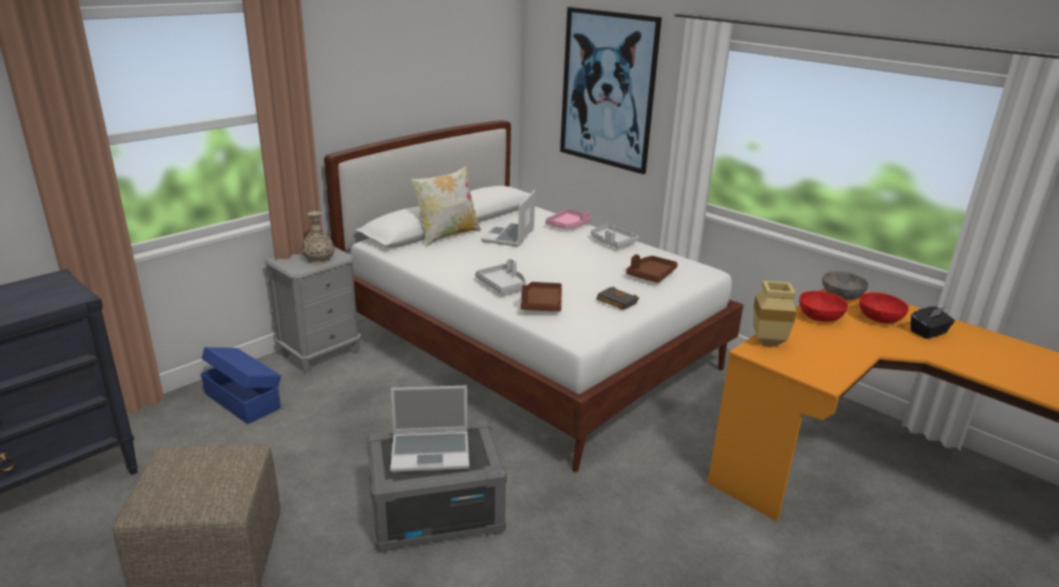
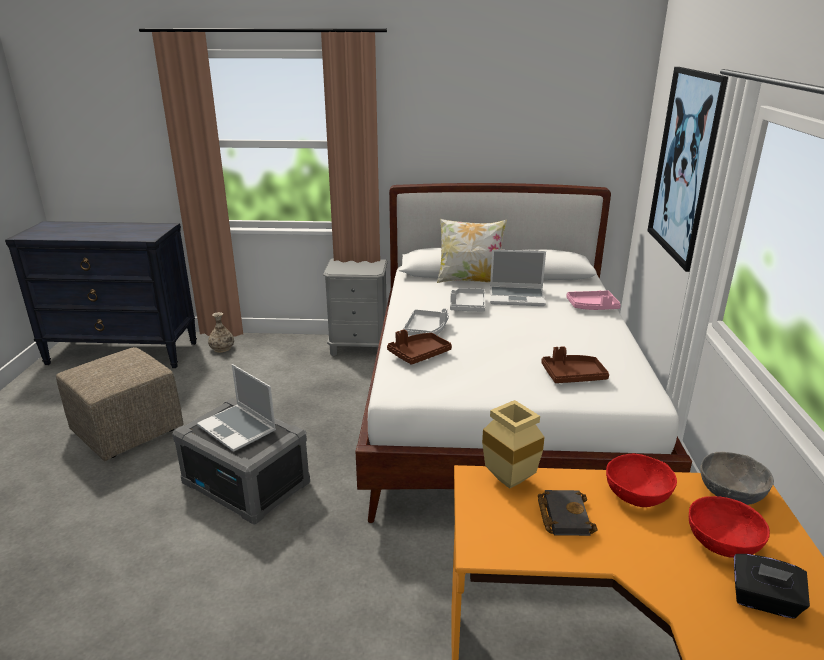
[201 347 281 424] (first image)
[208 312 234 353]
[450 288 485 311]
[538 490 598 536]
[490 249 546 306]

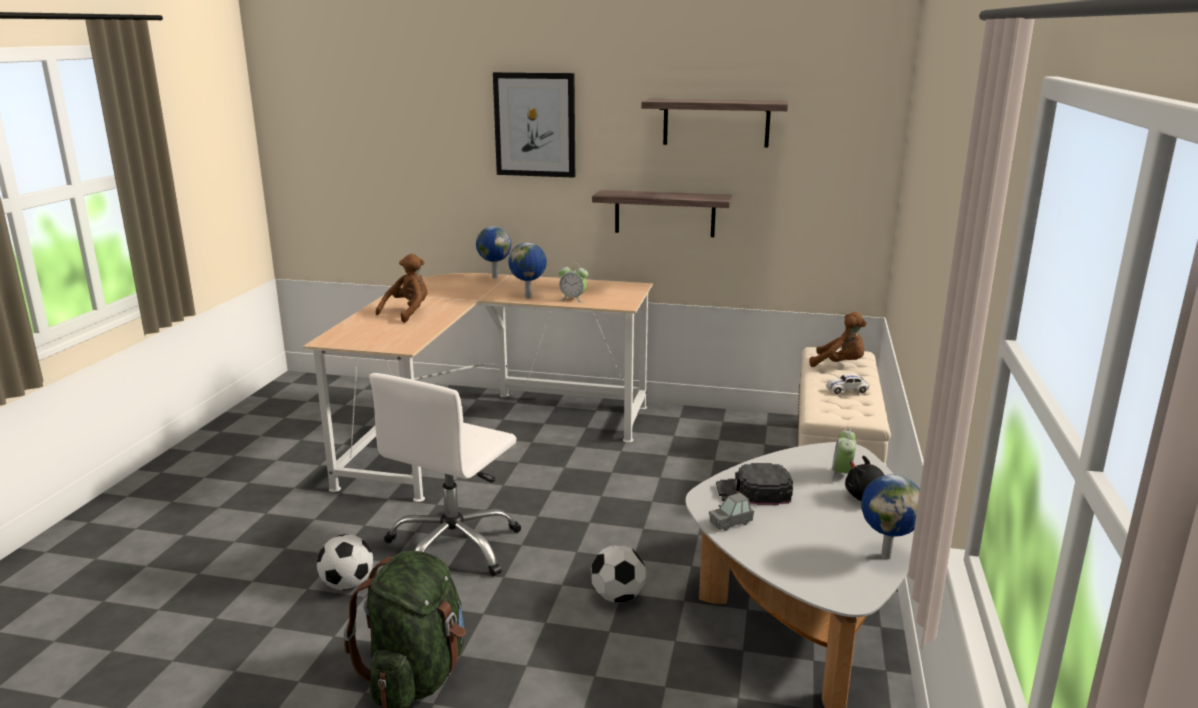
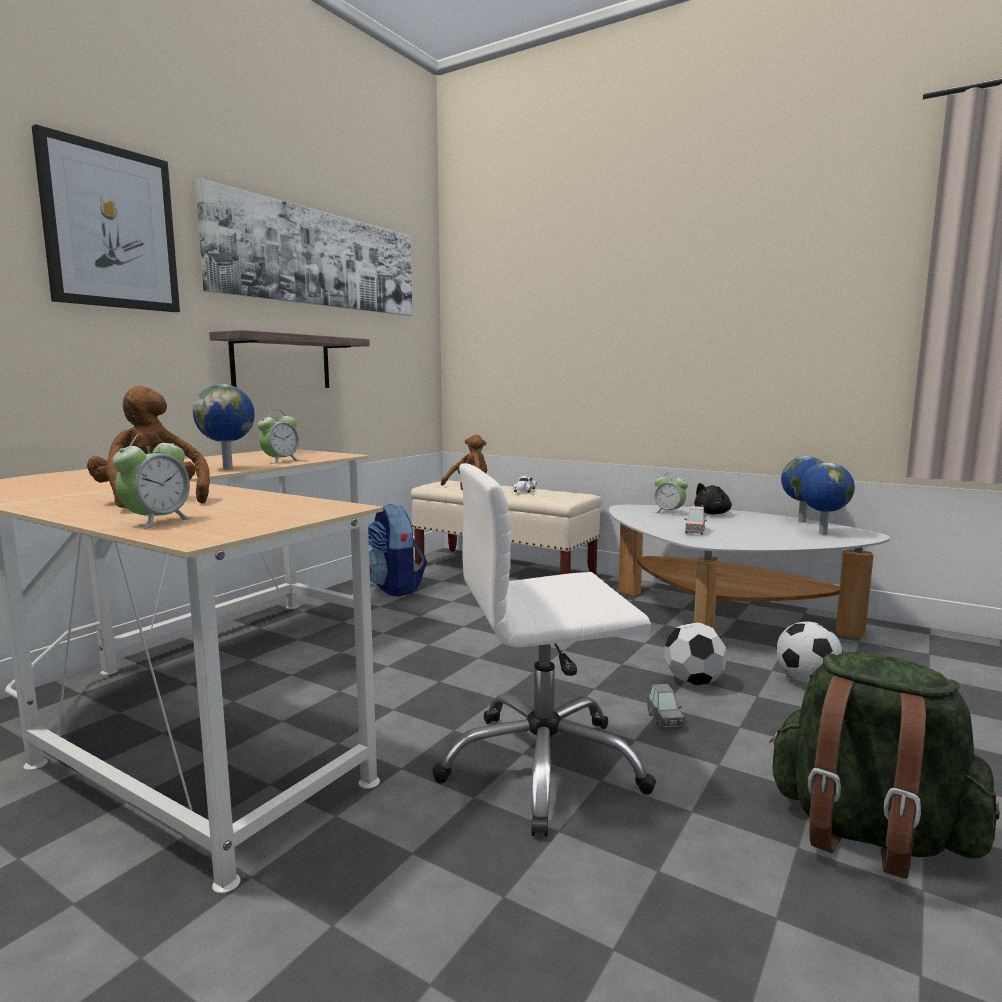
[112 433 194 529]
[368 504 427 597]
[776 622 843 684]
[800 463 855 535]
[647 684 684 730]
[195 178 412 316]
[684 506 707 535]
[432 463 656 837]

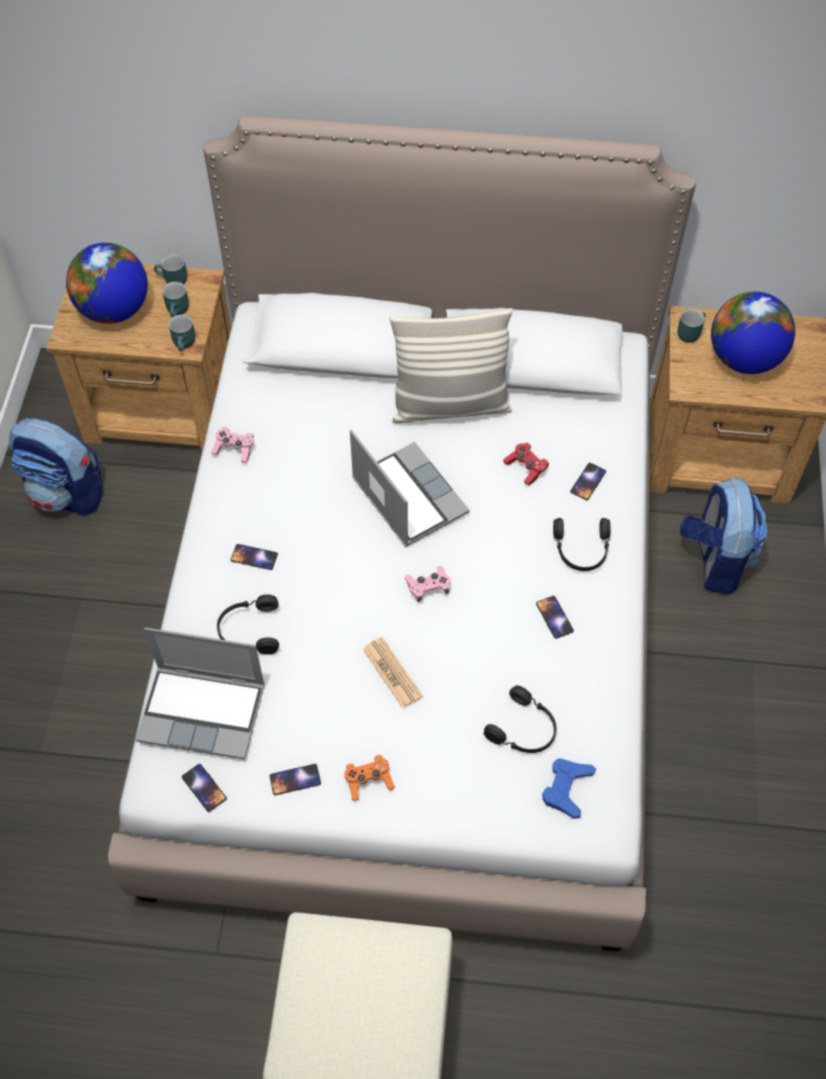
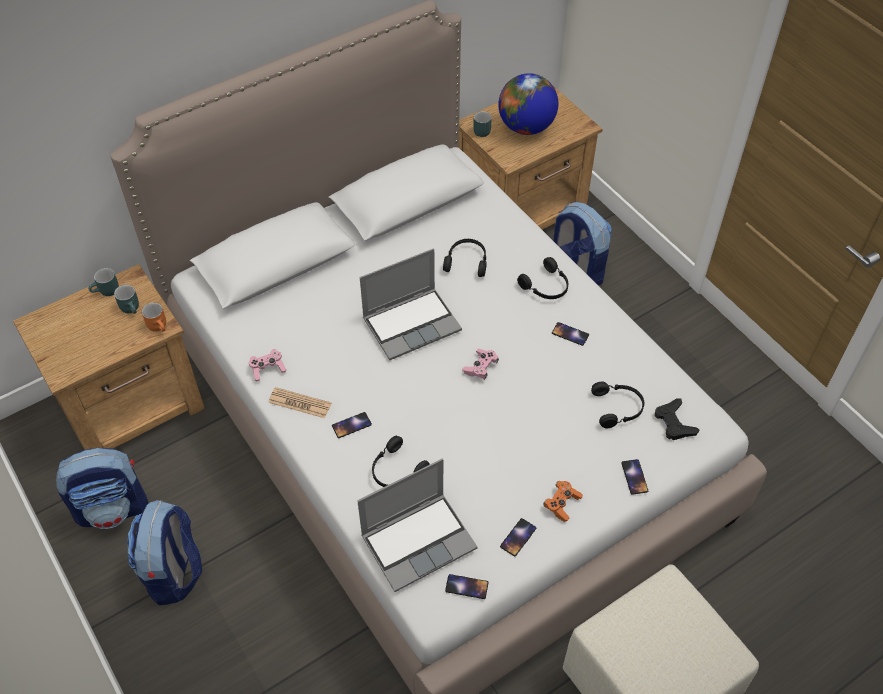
[66 243 148 324] (first image)
[390 308 513 424] (first image)
[127 500 202 605]
[268 387 331 418]
[621 459 648 495]
[443 239 487 277]
[142 303 166 332]
[655 398 699 440]
[360 249 462 360]

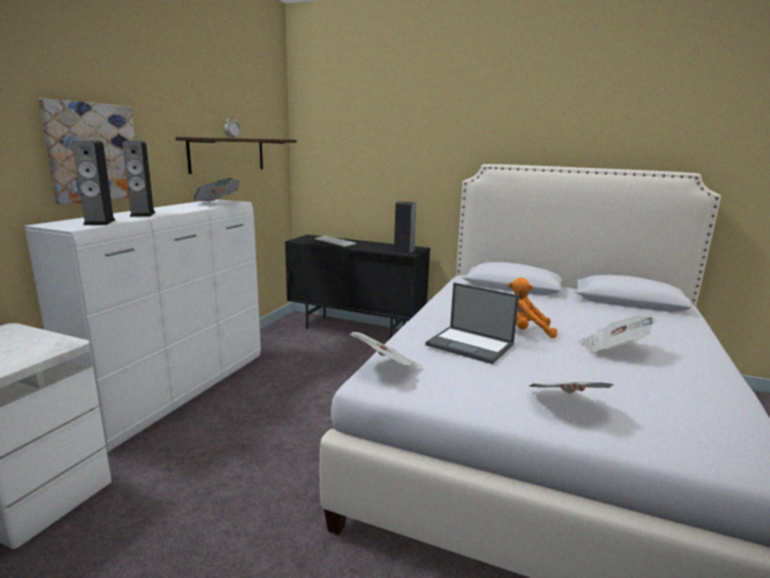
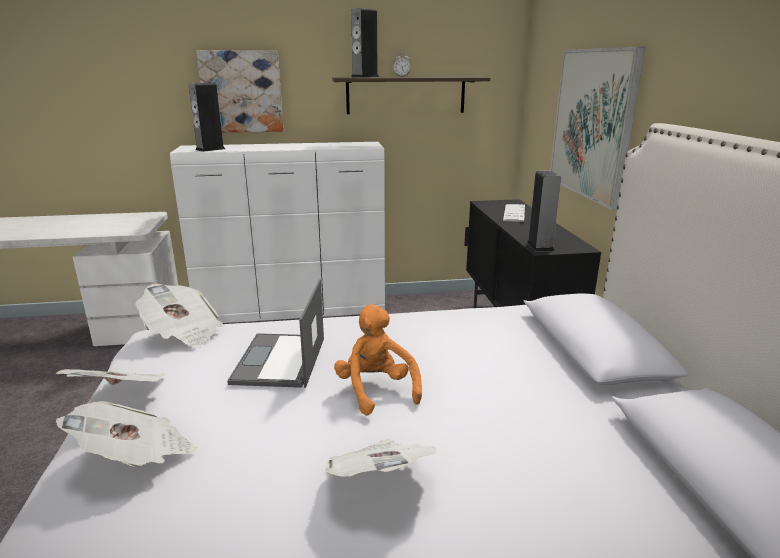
[550 47 645 210]
[351 8 379 78]
[56 369 166 385]

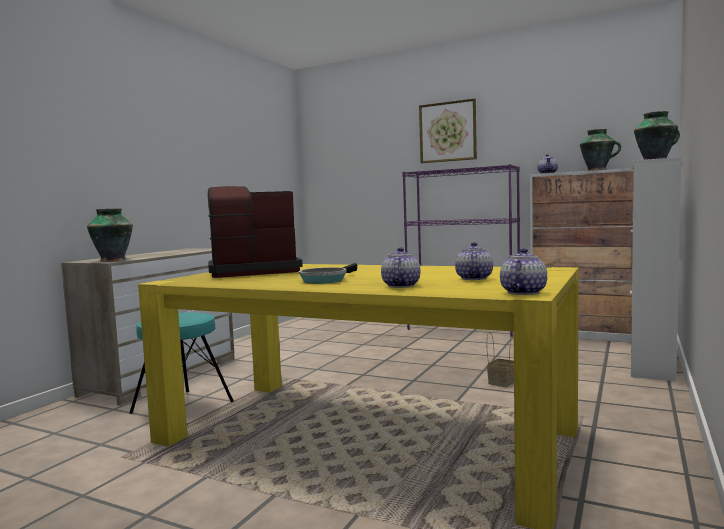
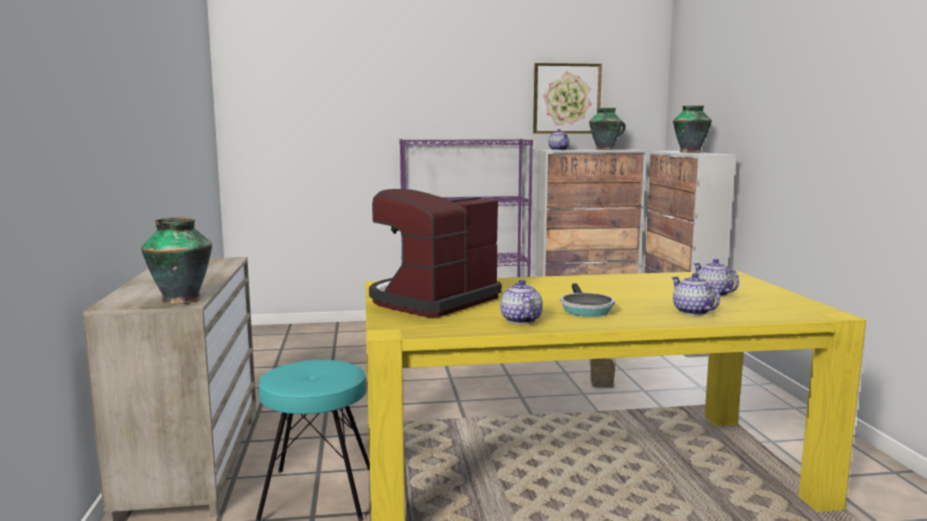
[533 63 602 134]
[500 280 543 324]

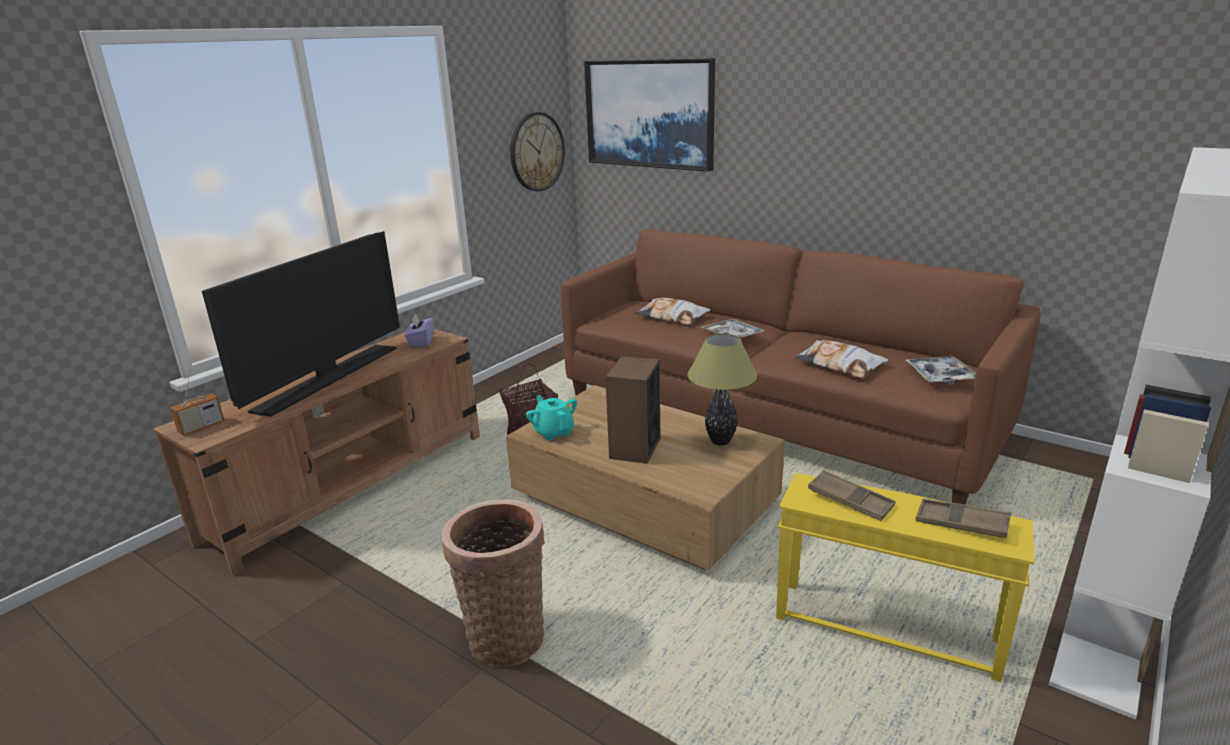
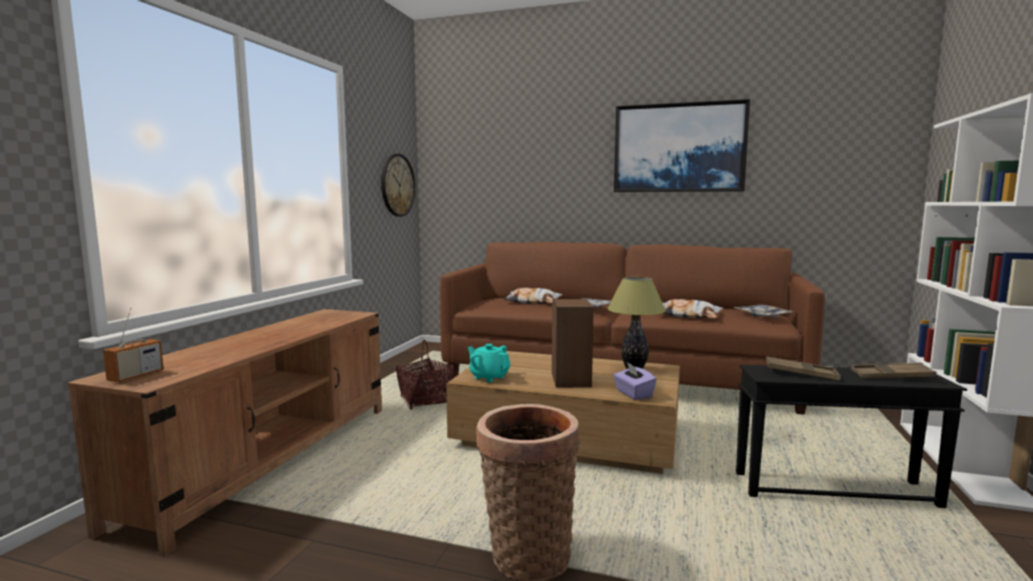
[202 231 400 417] (first image)
[613 362 656 400]
[614 99 750 192]
[736 365 967 508]

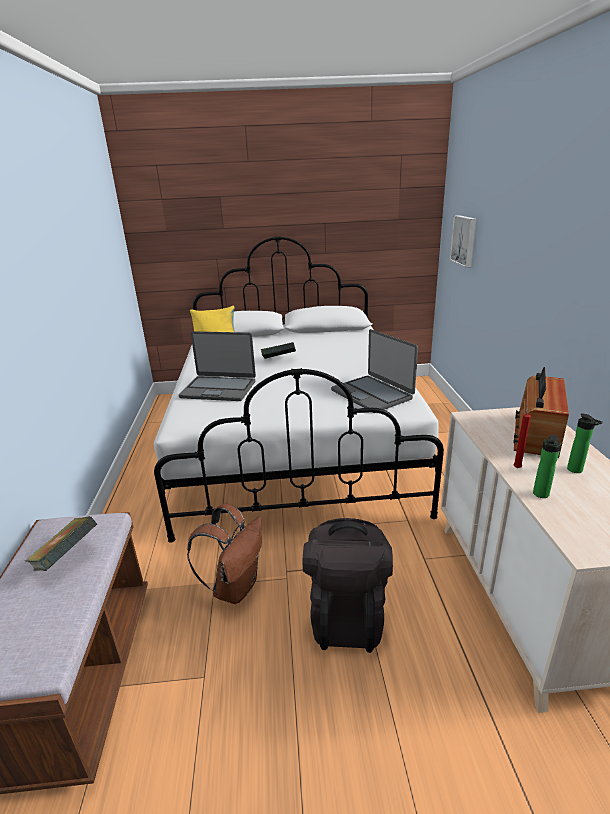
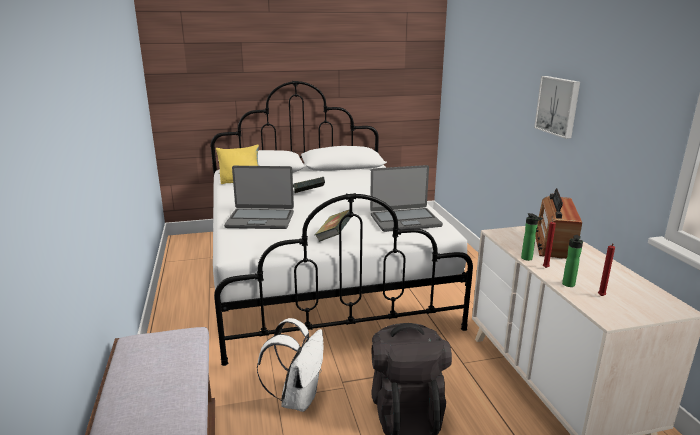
[598 243 615 296]
[315 209 353 242]
[534 76 580 139]
[521 213 543 261]
[257 318 323 412]
[370 165 443 232]

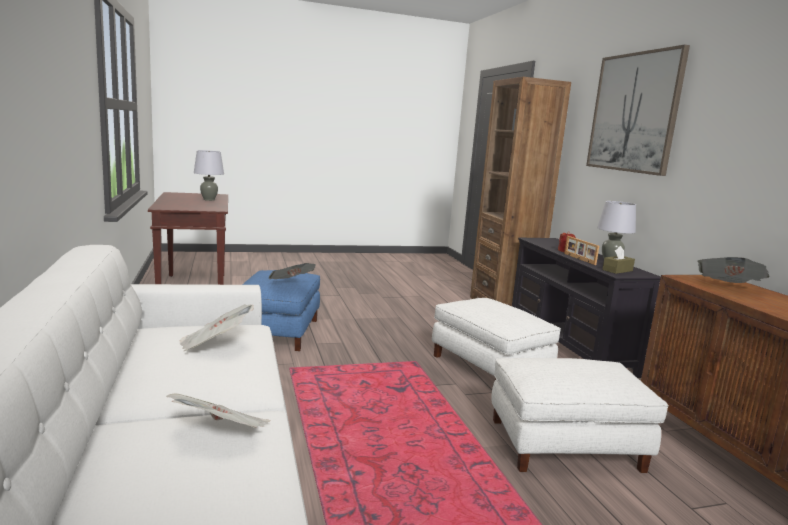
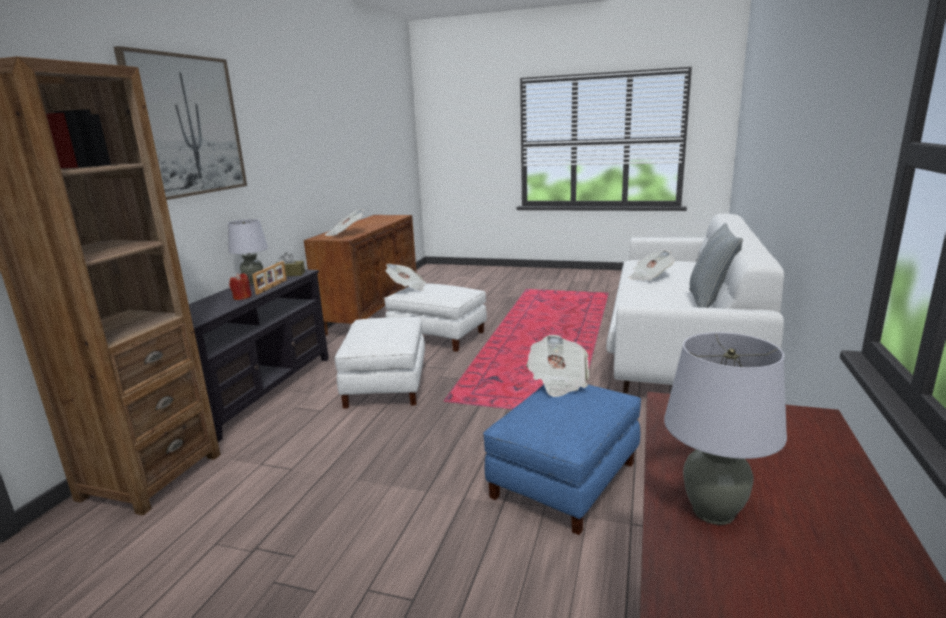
[689 223 743 308]
[385 264 426 291]

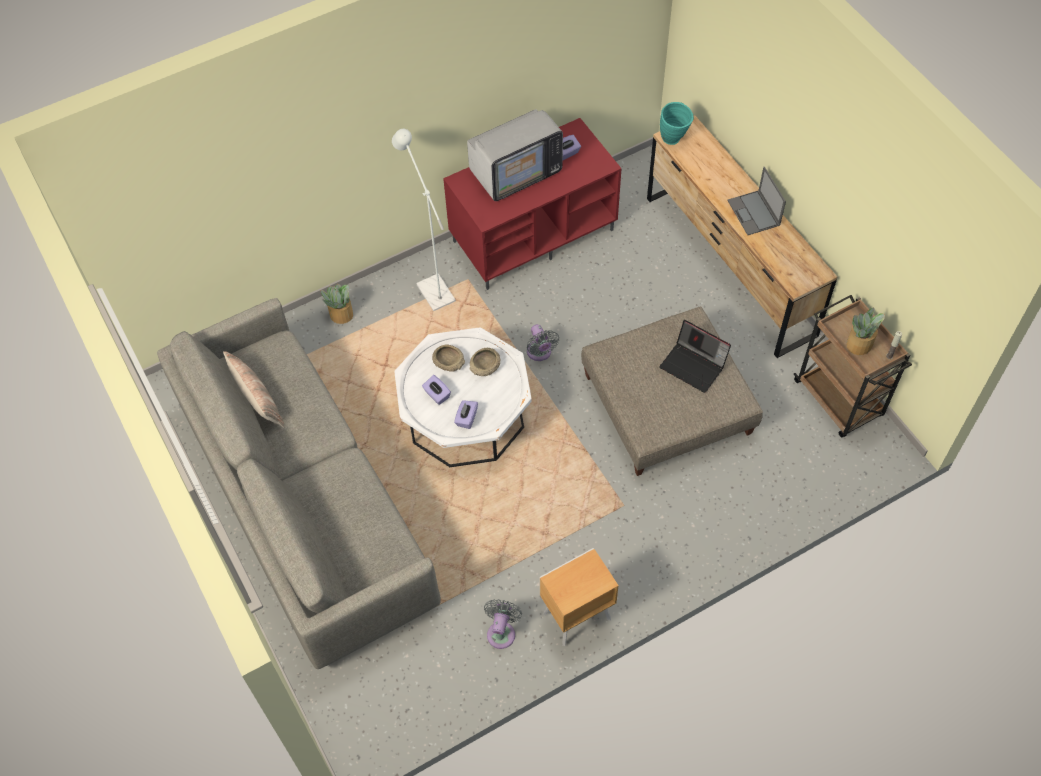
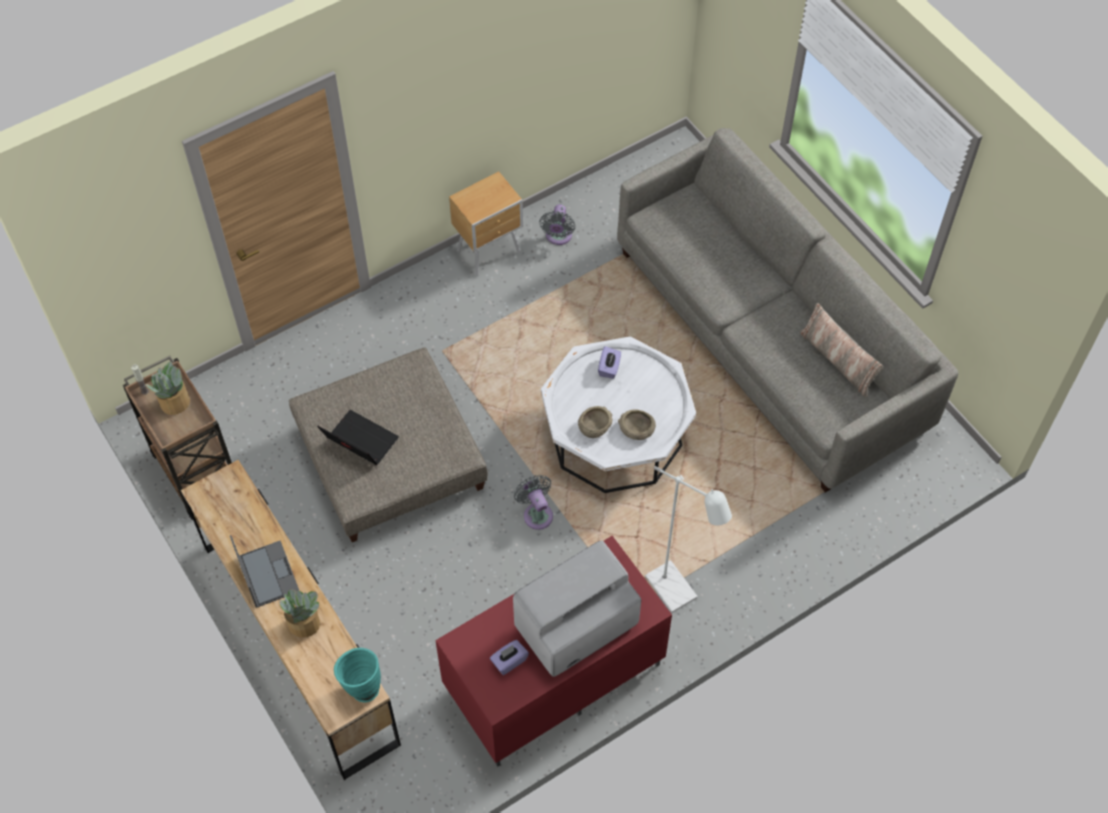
[422 375 451 405] (first image)
[279 589 320 638]

